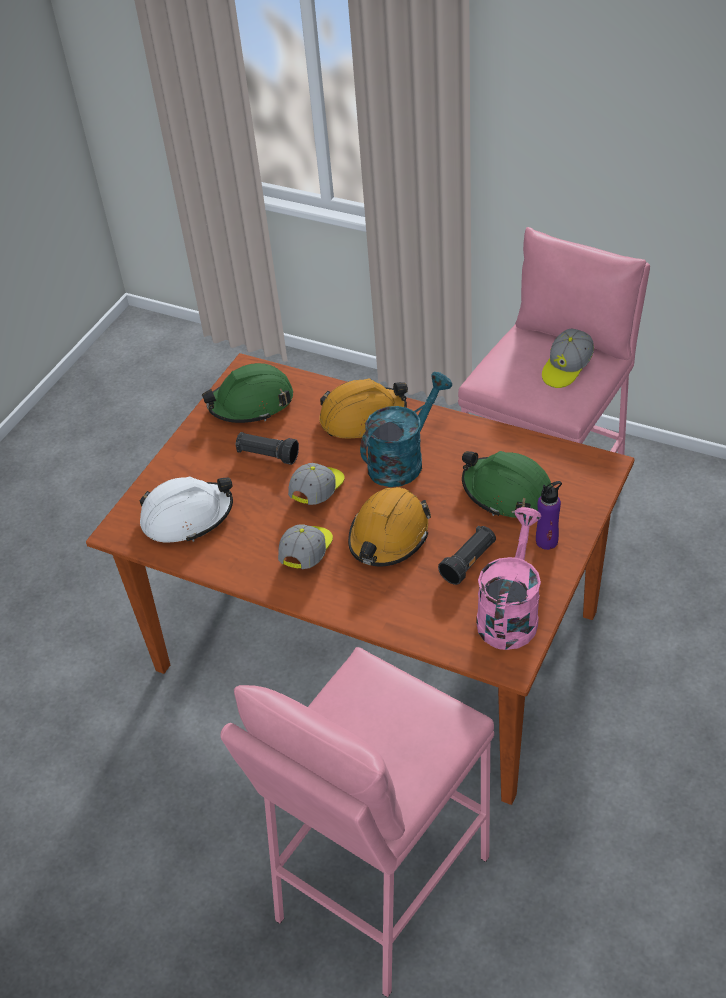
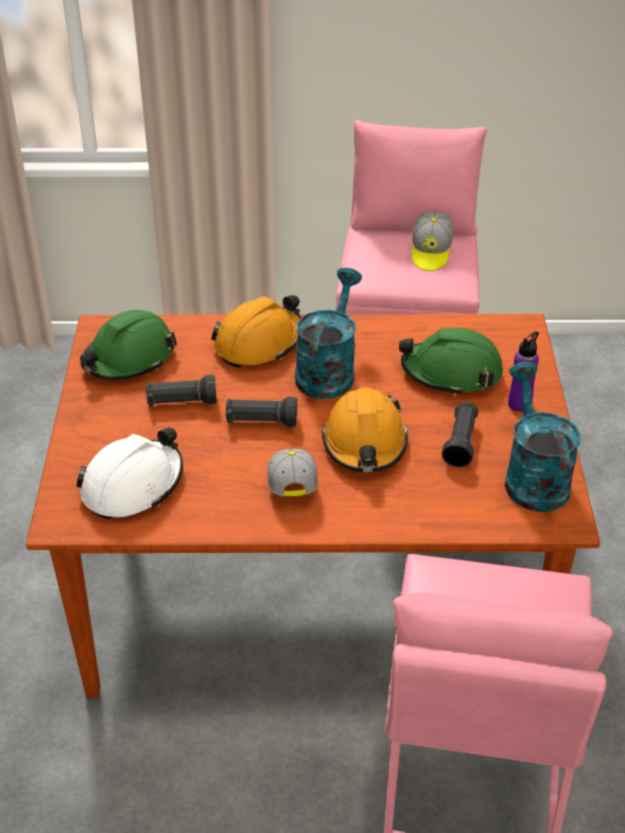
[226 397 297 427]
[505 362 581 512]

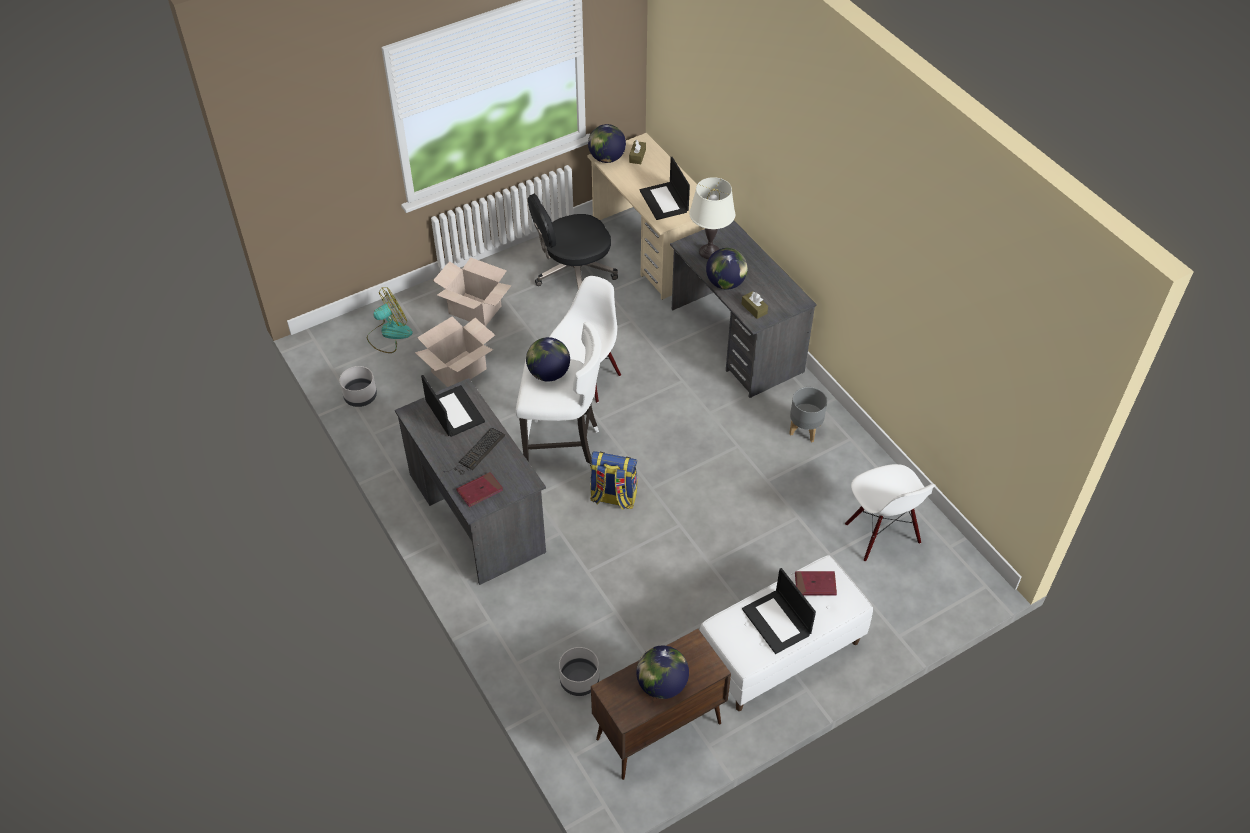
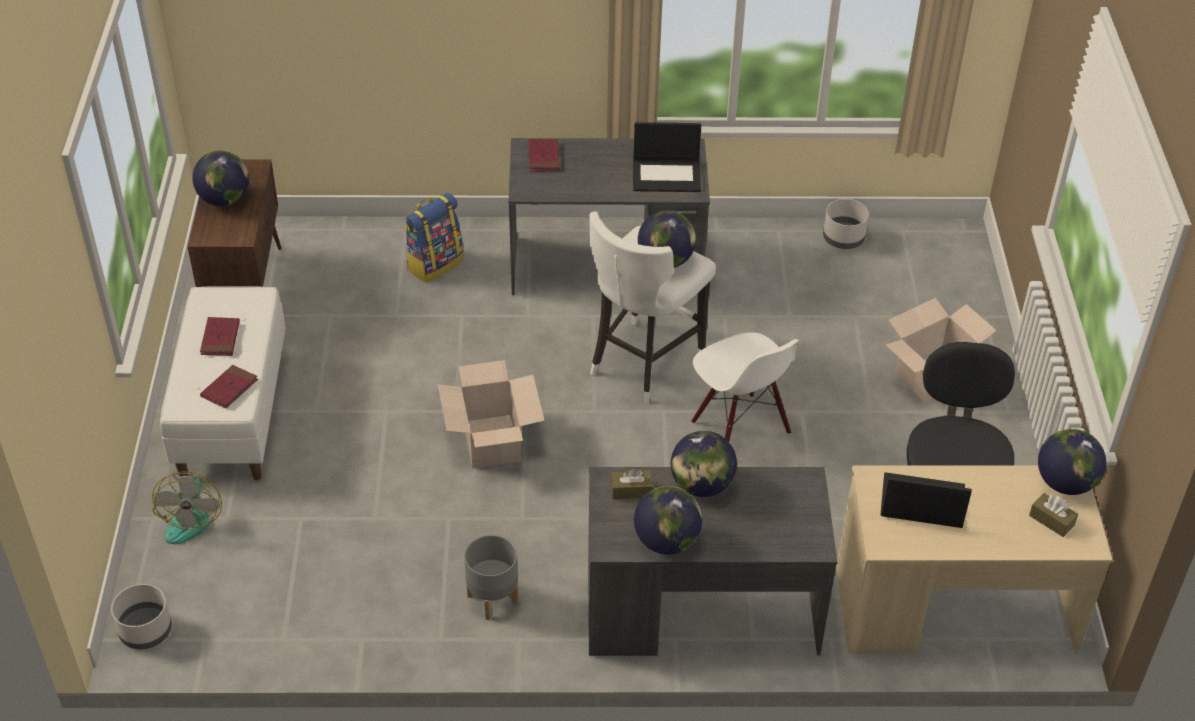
[443 427 505 475] (first image)
[689 177 735 259] (first image)
[845 464 936 562] (first image)
[634 486 702 555]
[152 472 222 544]
[438 360 545 468]
[111 584 172 649]
[404 193 463 283]
[200 317 240 356]

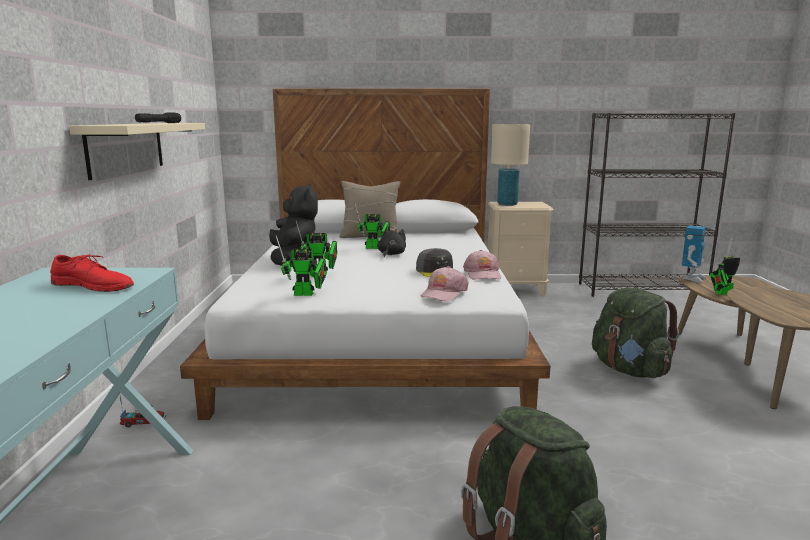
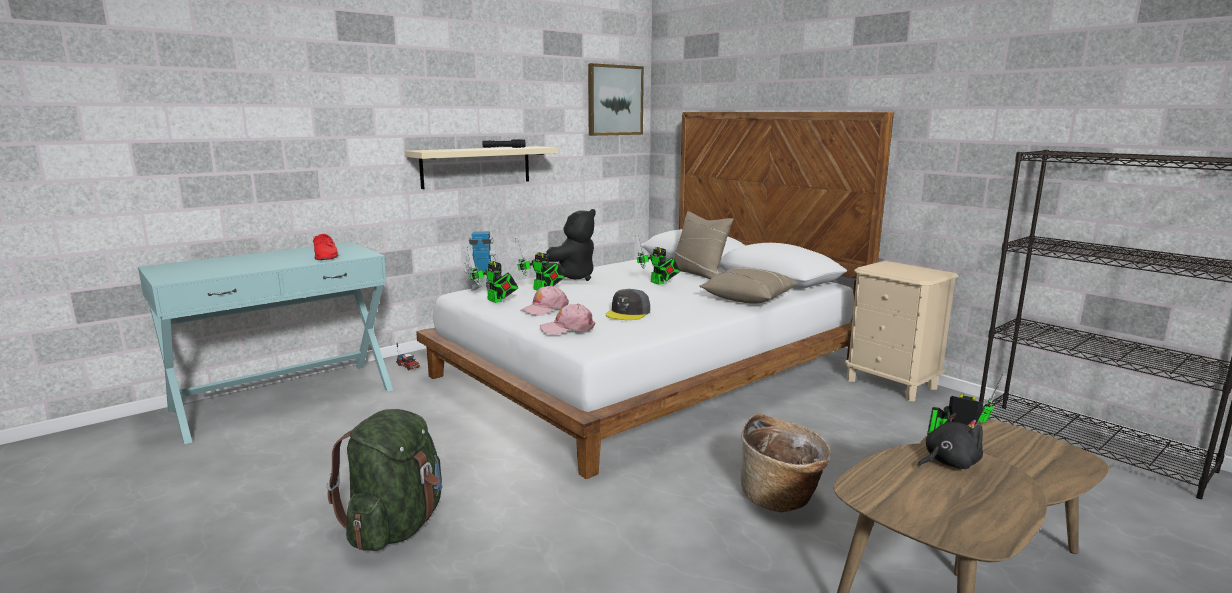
[491 124 530 206] (first image)
[588 63 644 136]
[699 267 799 304]
[917 413 983 469]
[521 285 569 316]
[464 231 500 291]
[740 414 831 512]

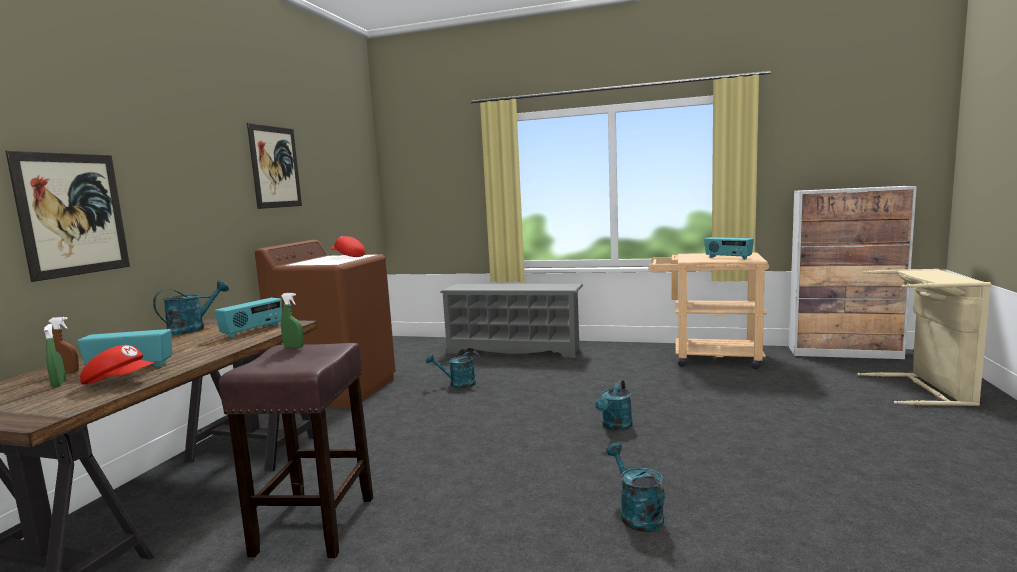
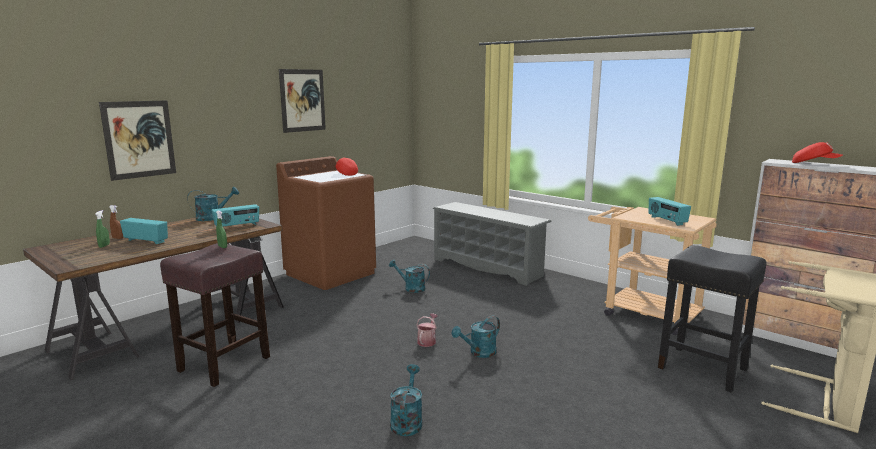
[416 314 438 347]
[658 245 766 393]
[792 142 843 163]

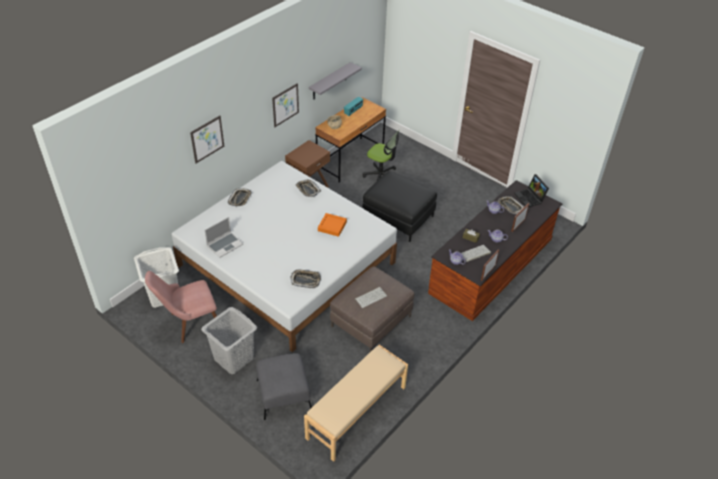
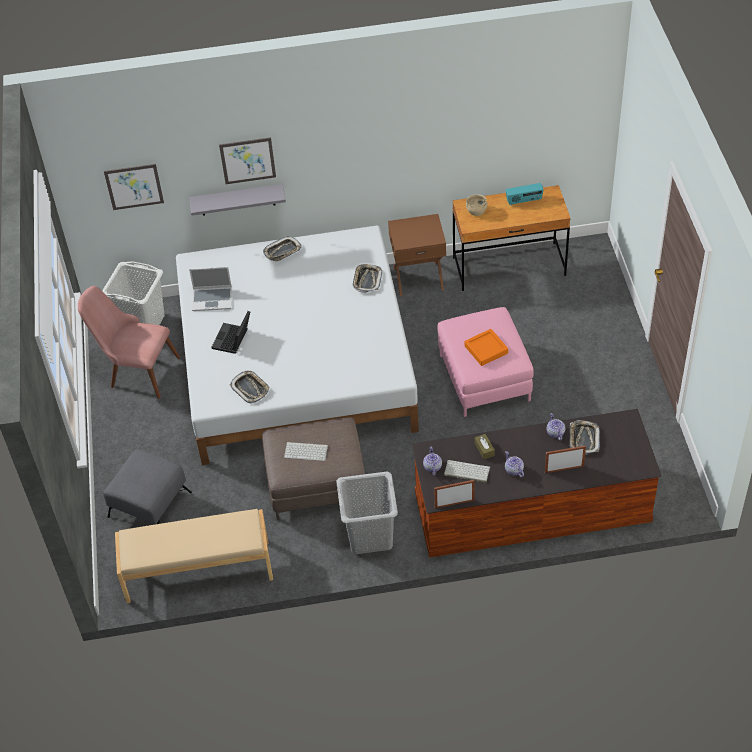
[363 130 400 181] (first image)
[336 472 398 554]
[104 164 164 210]
[189 184 286 216]
[464 329 508 366]
[211 311 250 354]
[437 307 534 417]

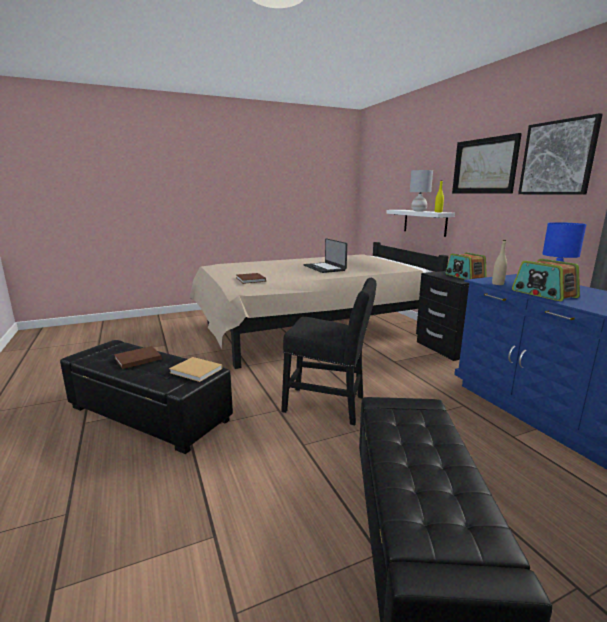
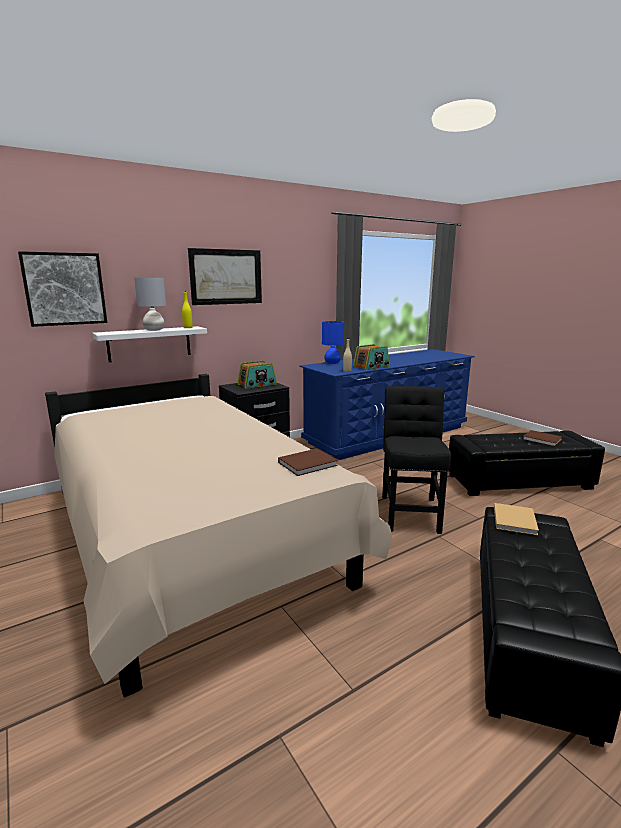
[304 238 347 273] (first image)
[523 430 563 447]
[18 251 107 327]

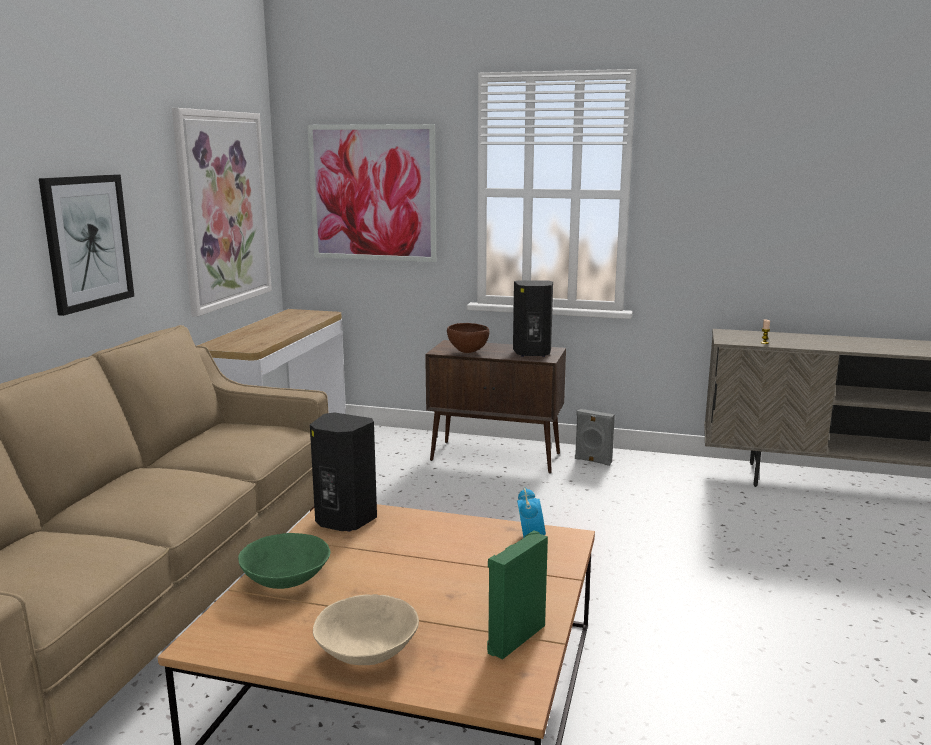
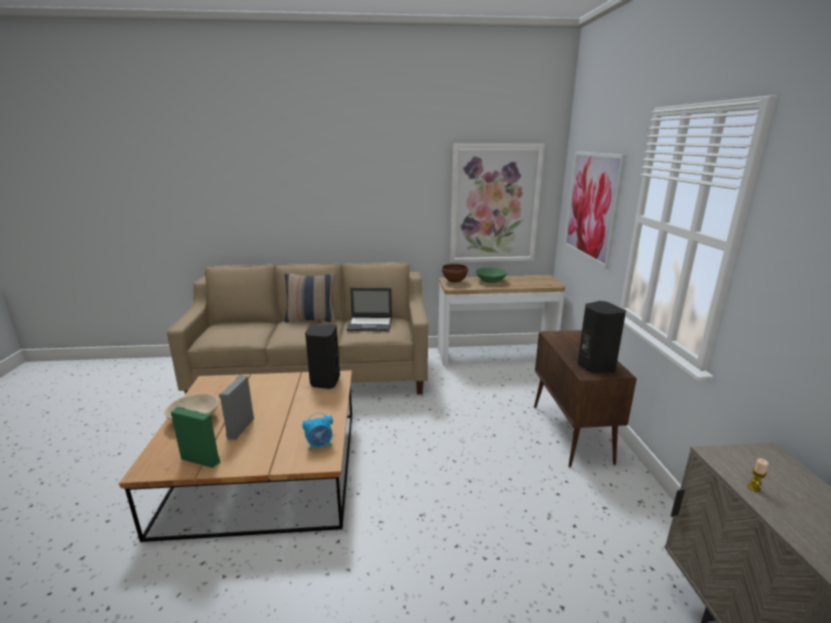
[39 174 134 316] (first image)
[285 274 336 323]
[347 288 392 331]
[476 267 507 283]
[442 264 468 283]
[219 375 254 440]

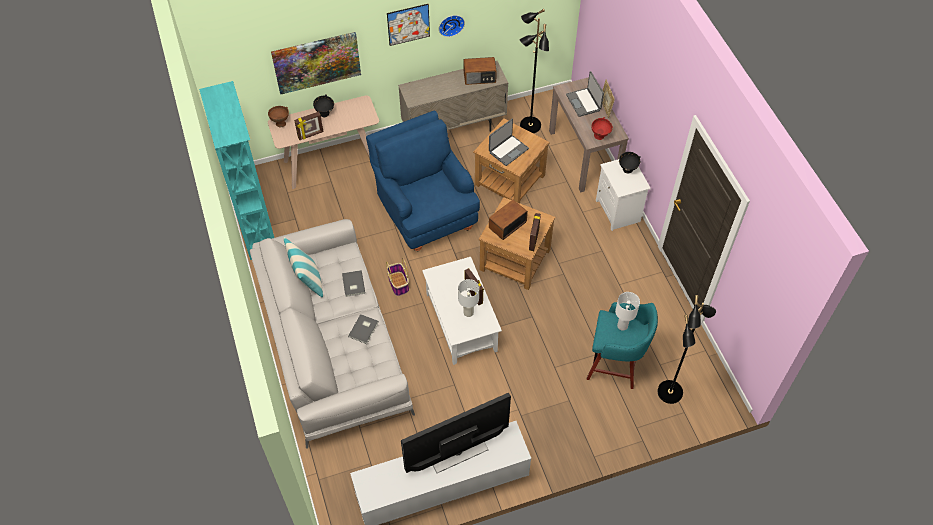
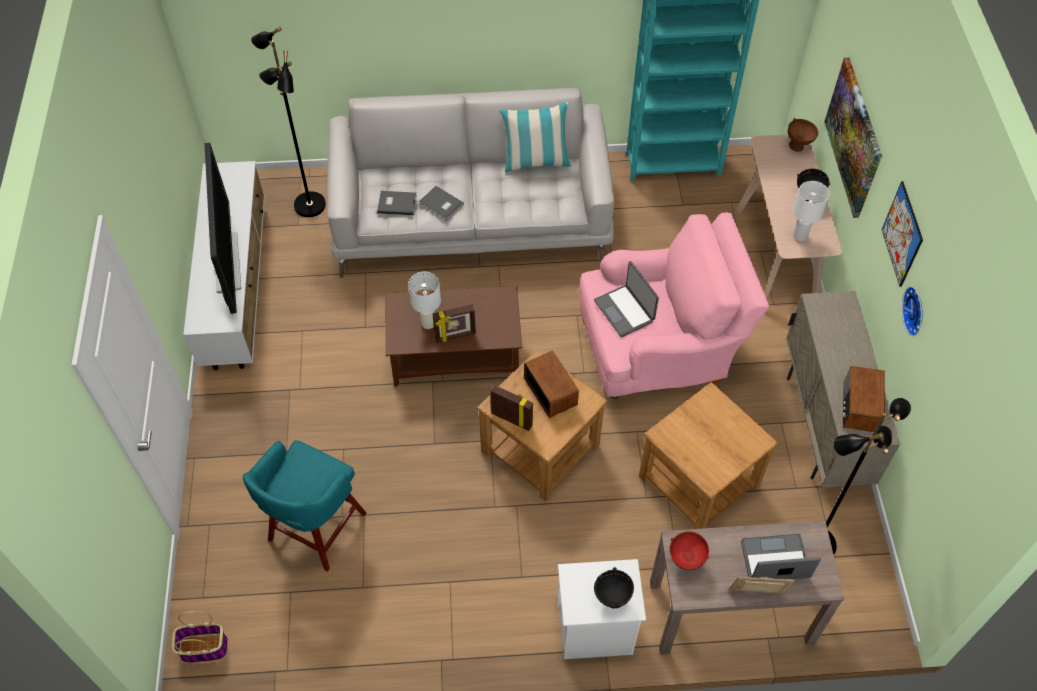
[294 112 323 140] (first image)
[377 191 417 215]
[172 611 228 663]
[594 261 659 337]
[793 181 830 241]
[251 27 326 217]
[579 212 769 399]
[385 286 522 387]

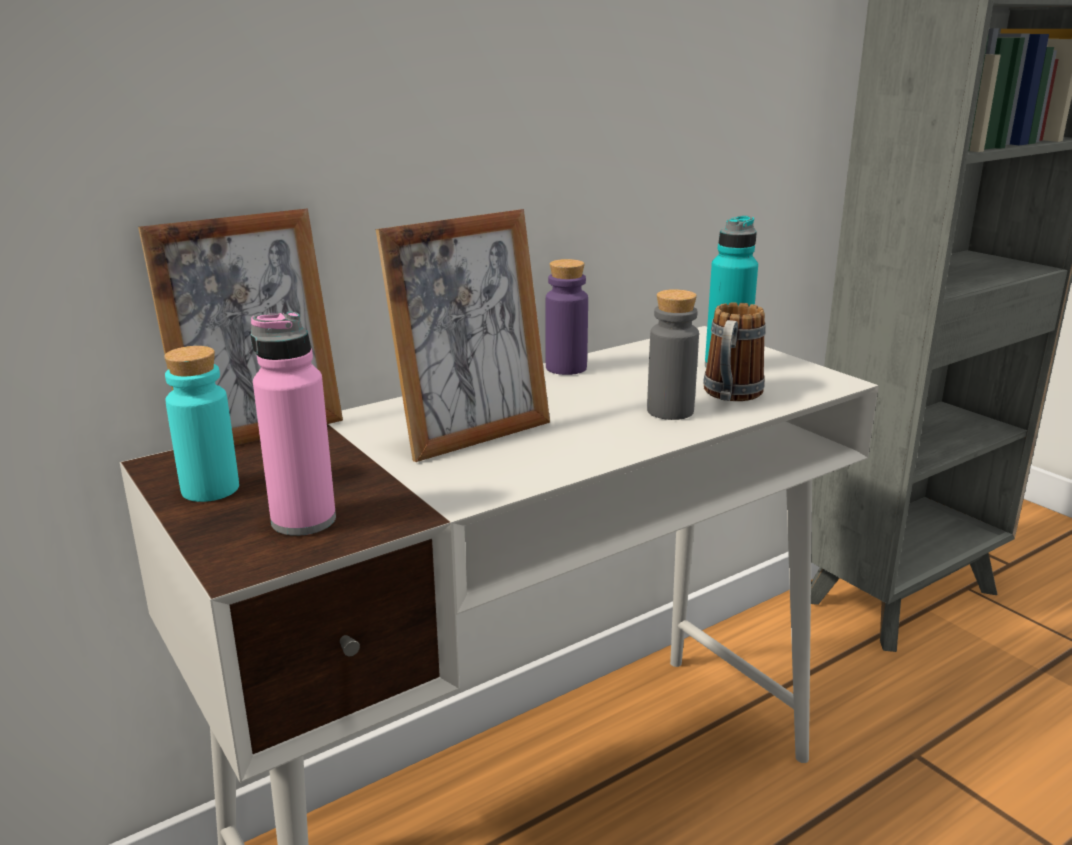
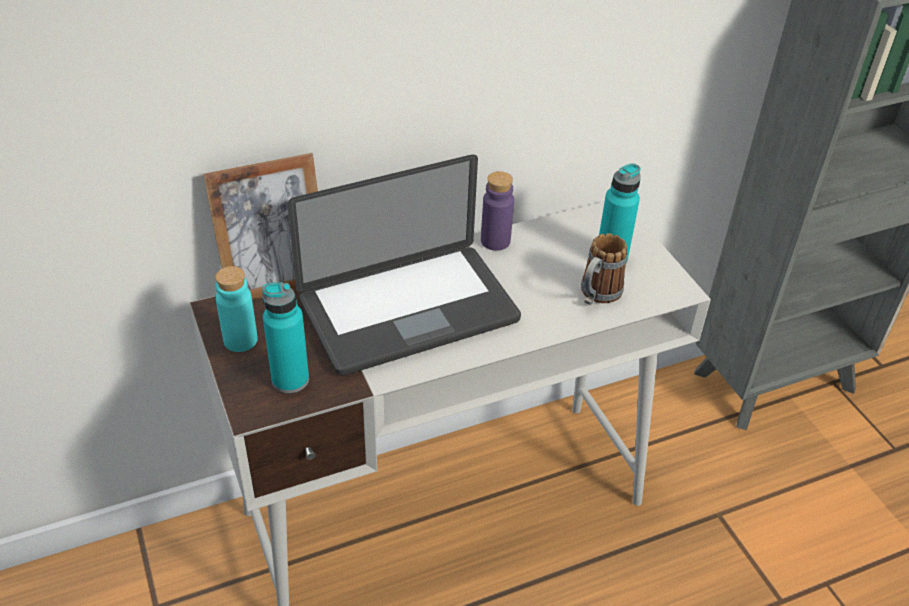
[647 289 699 420] (first image)
[287 155 521 376]
[262 282 309 393]

